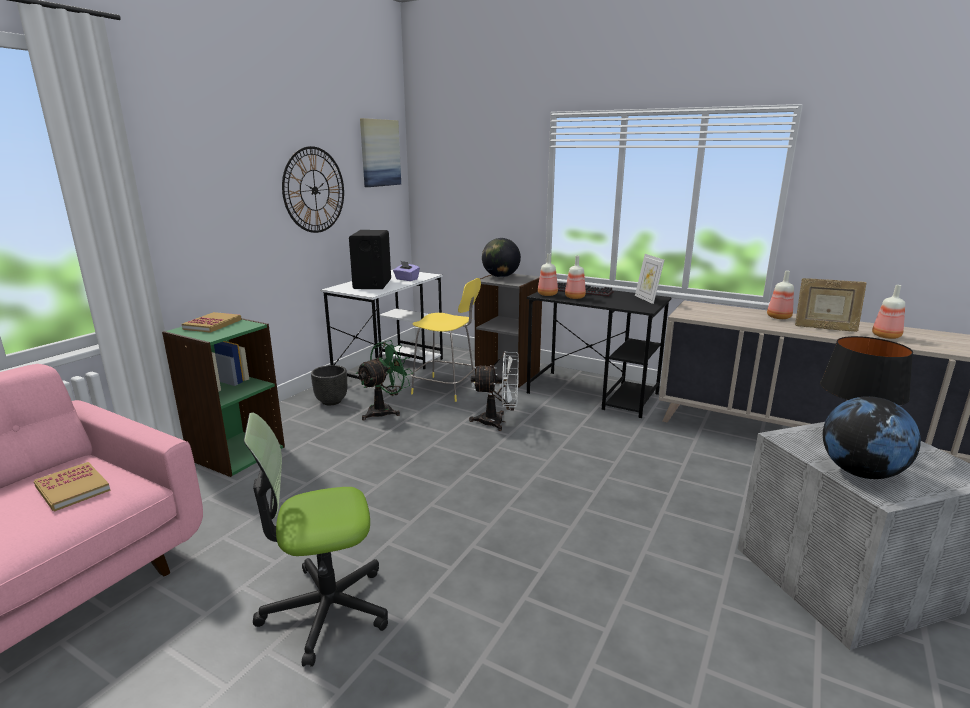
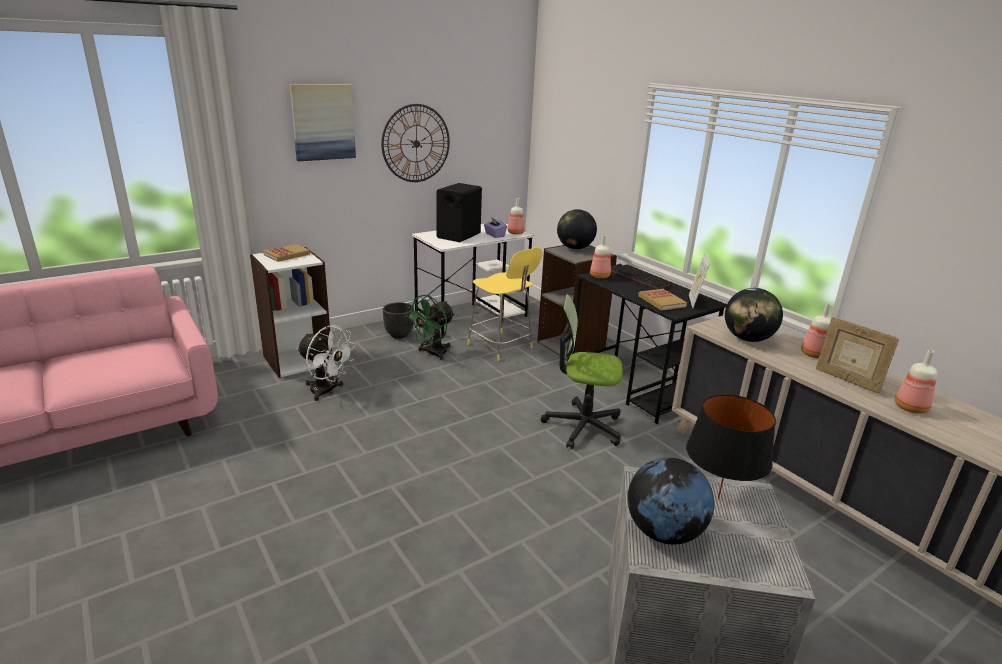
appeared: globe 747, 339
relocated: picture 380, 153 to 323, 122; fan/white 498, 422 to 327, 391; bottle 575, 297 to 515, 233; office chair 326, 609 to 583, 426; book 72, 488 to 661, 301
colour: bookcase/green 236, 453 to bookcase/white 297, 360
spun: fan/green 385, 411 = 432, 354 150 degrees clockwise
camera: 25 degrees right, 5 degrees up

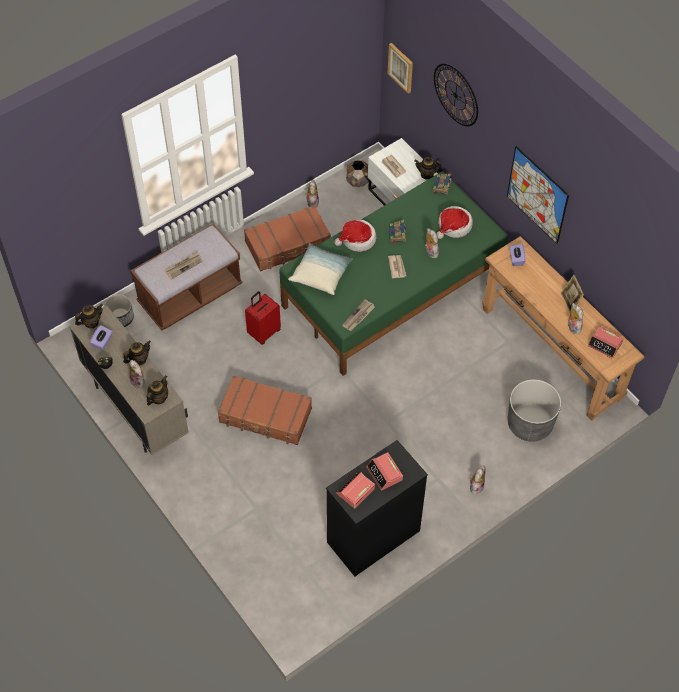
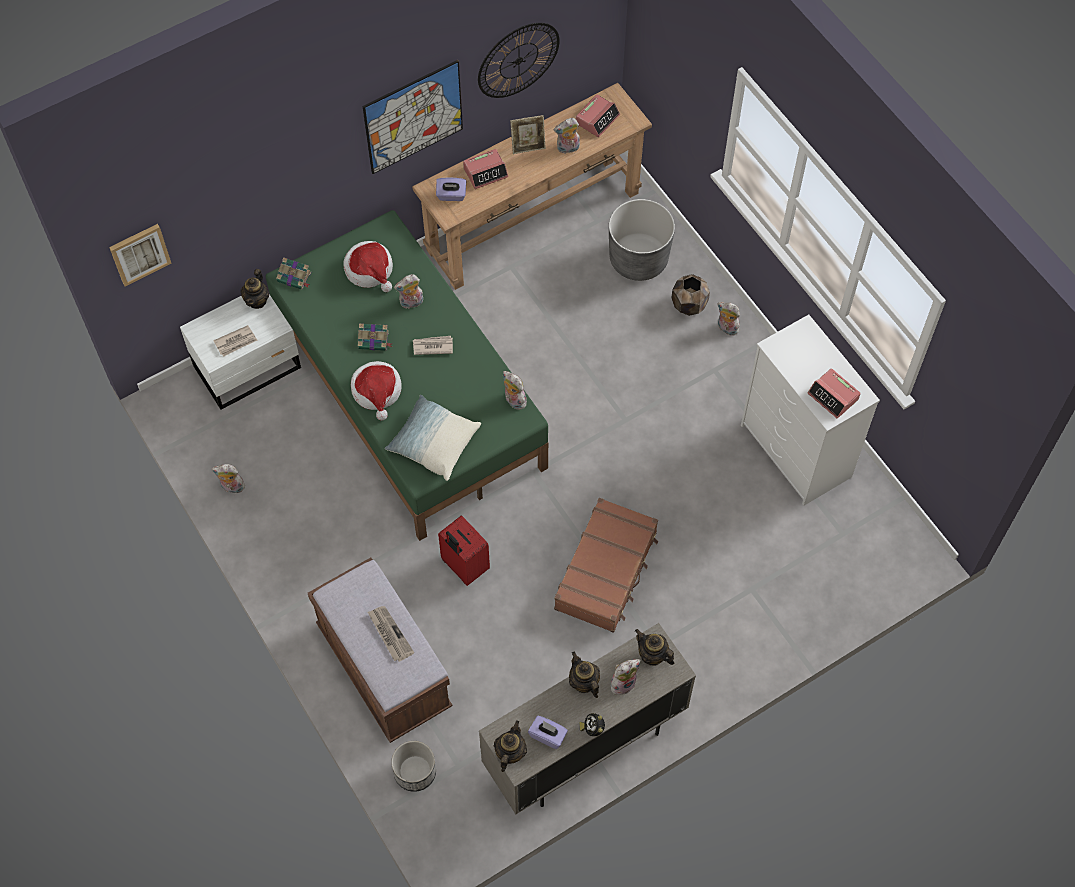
missing: suitcase/brown 288, 244
relocated: alarm clock 384, 473 to 485, 172; wall clock 455, 94 to 518, 60; planter/brown 358, 181 to 689, 304
exchanged: newspaper 358, 316 to plush toy 513, 400
colour: dresser/black 373, 537 to dresser/white 796, 451
spun: teapot 91, 322 = 510, 753 45 degrees clockwise
camera: 85 degrees left, 5 degrees up

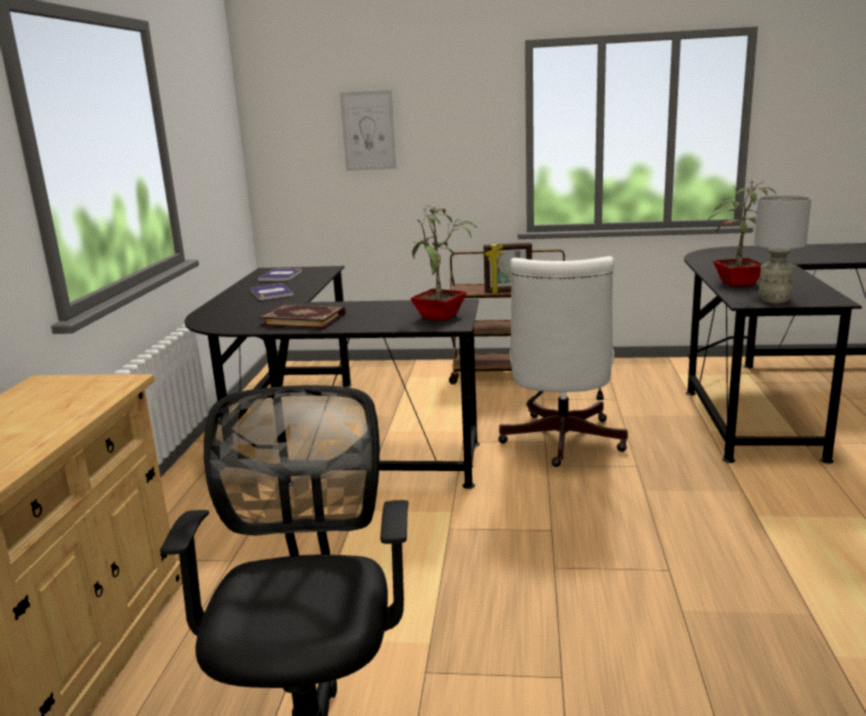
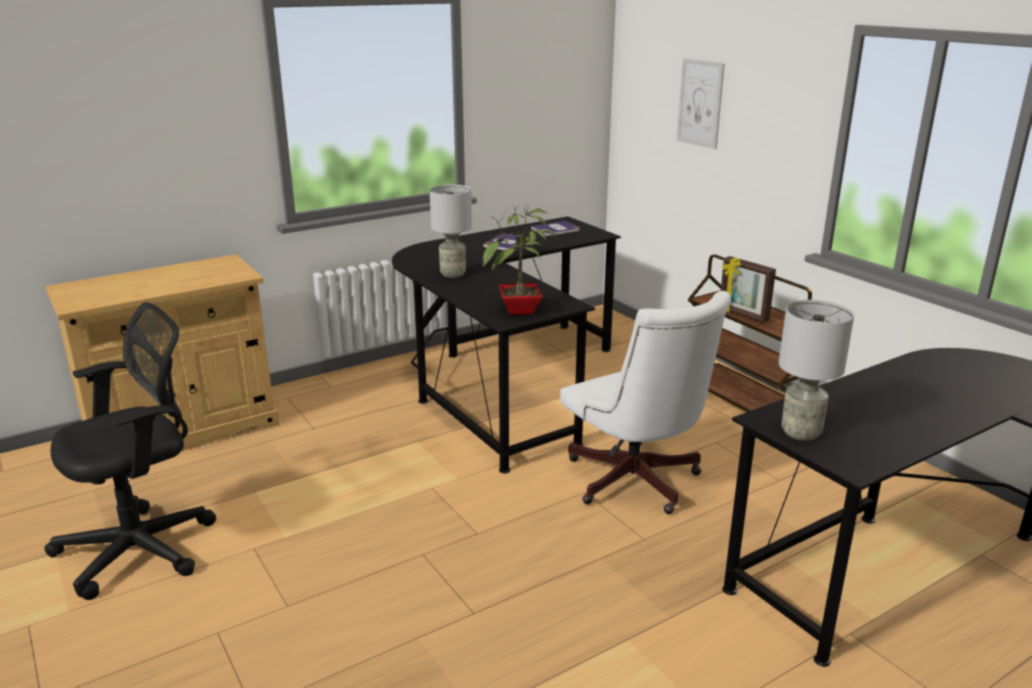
missing: potted plant 735, 284
exchanged: book 304, 320 to table lamp/grey 453, 274
spun: office chair/white 560, 443 = 636, 484 90 degrees counterclockwise
camera: 50 degrees right, 5 degrees up

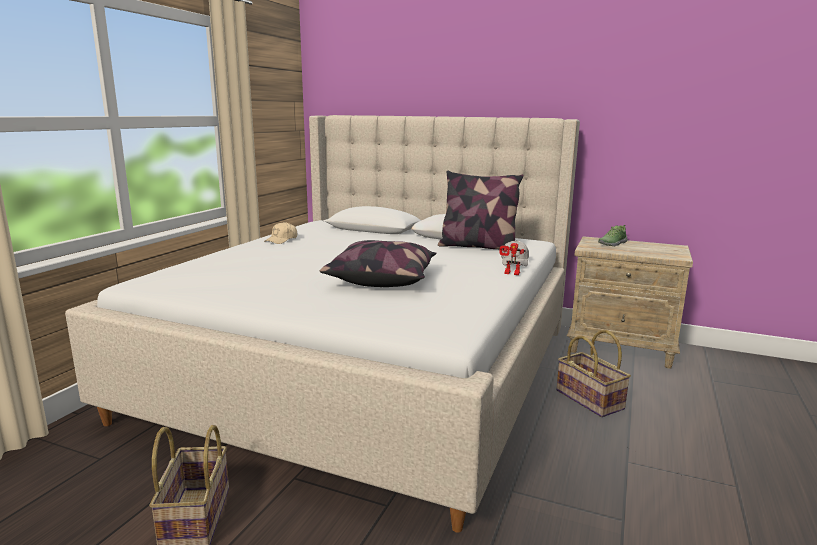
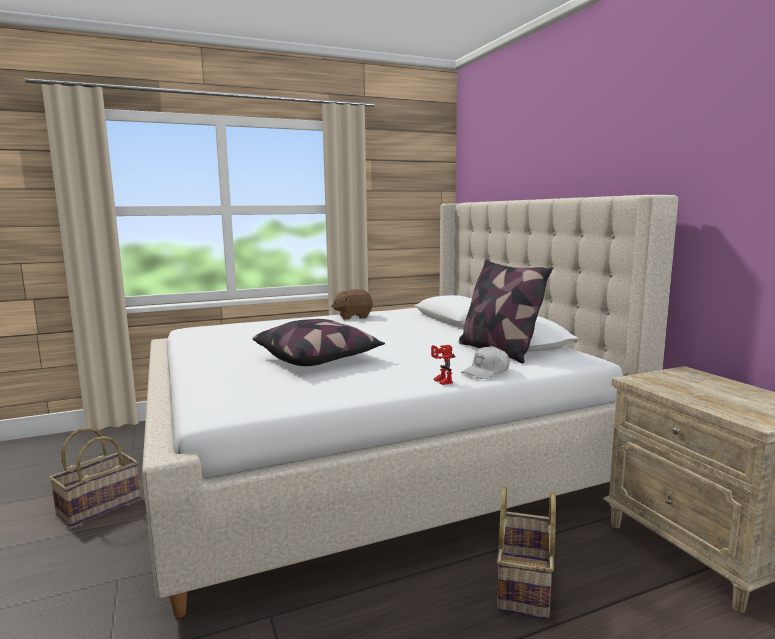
missing: shoe 612, 243
exchanged: cap/beige 281, 240 to plush toy/brown 353, 317
camera: 45 degrees right, 5 degrees down

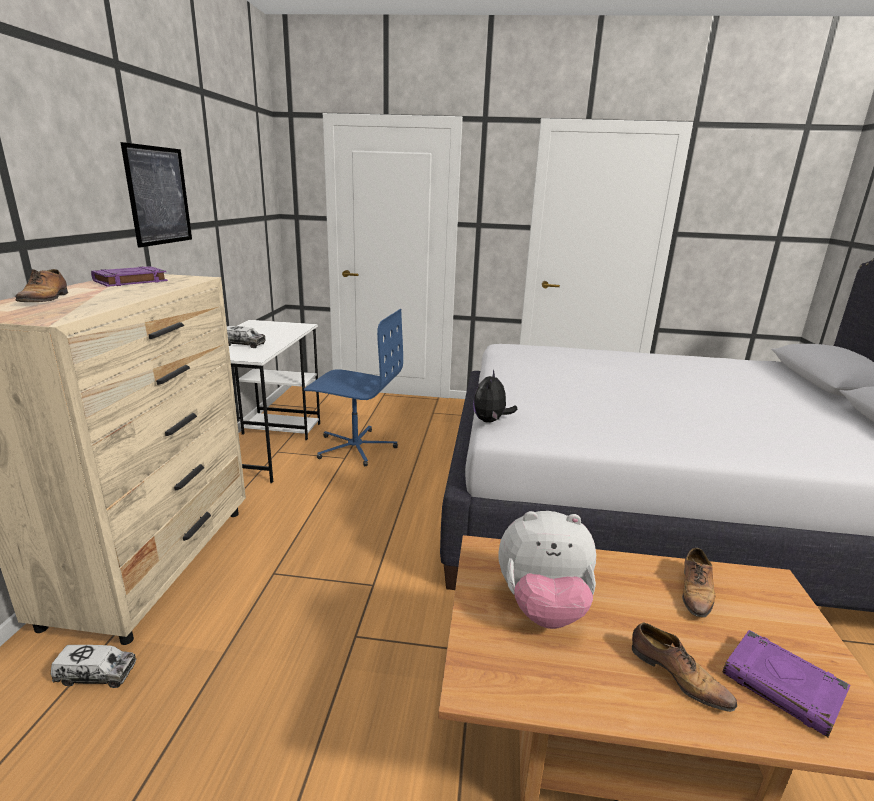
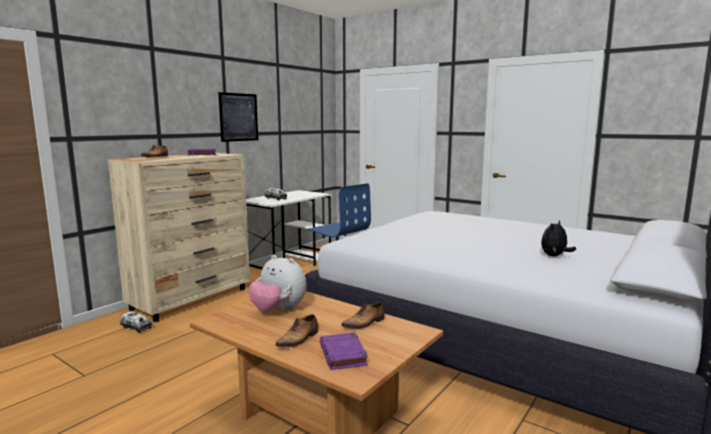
relocated: plush toy 490, 421 to 554, 256
spun: shoe 676, 675 = 299, 339 45 degrees clockwise
camera: 30 degrees right, 10 degrees down

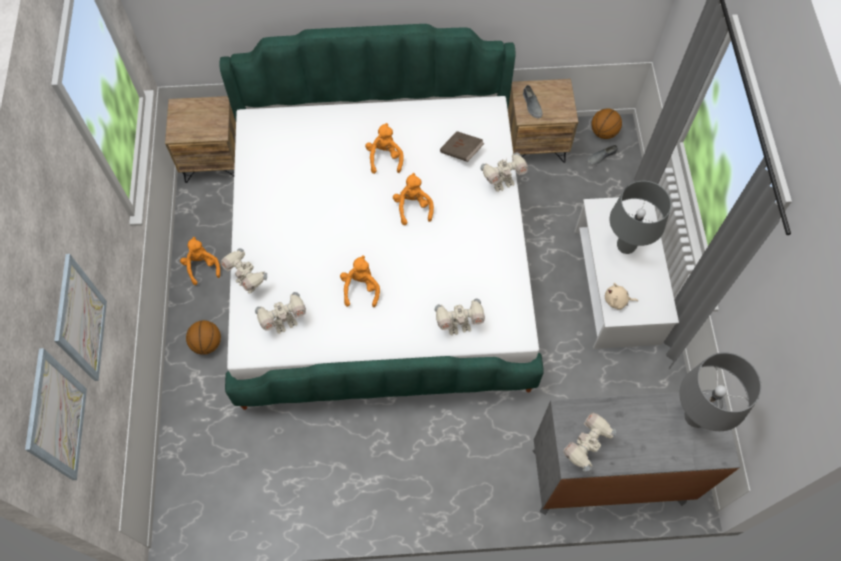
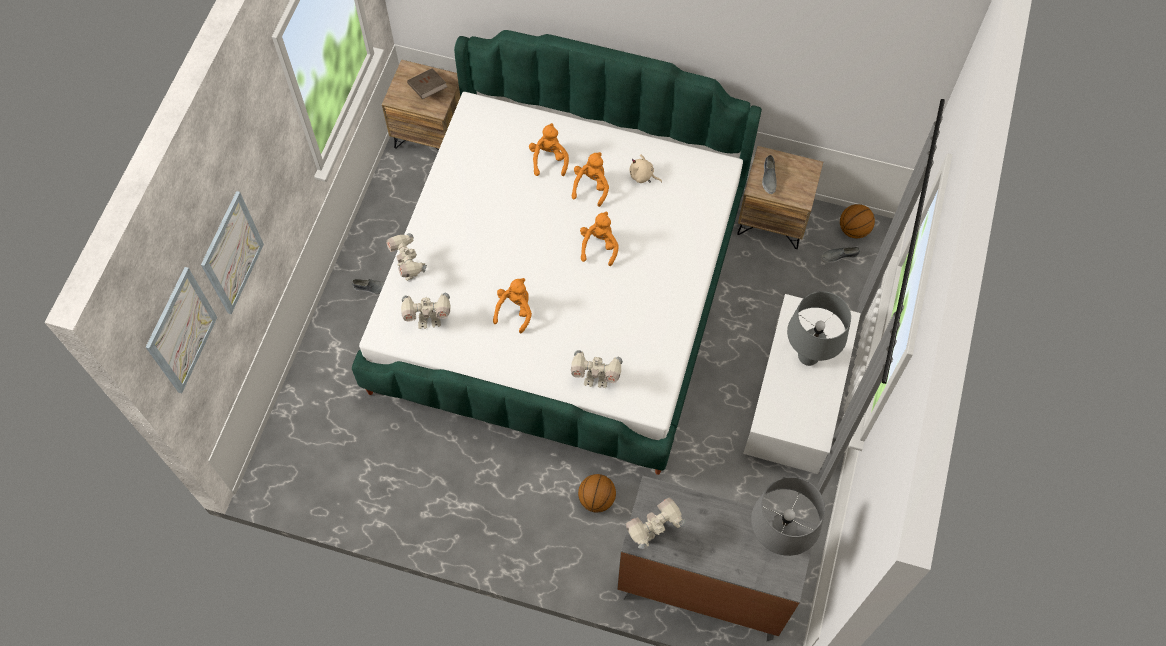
missing: toy robot 502, 183
appeared: shoe/grey 372, 288
relocated: book/brown 461, 152 to 428, 89; plush toy/orange 202, 266 to 549, 159; basketball 207, 343 to 596, 499; plush toy/beige 617, 300 to 643, 176
camera: 20 degrees right, 0 degrees up

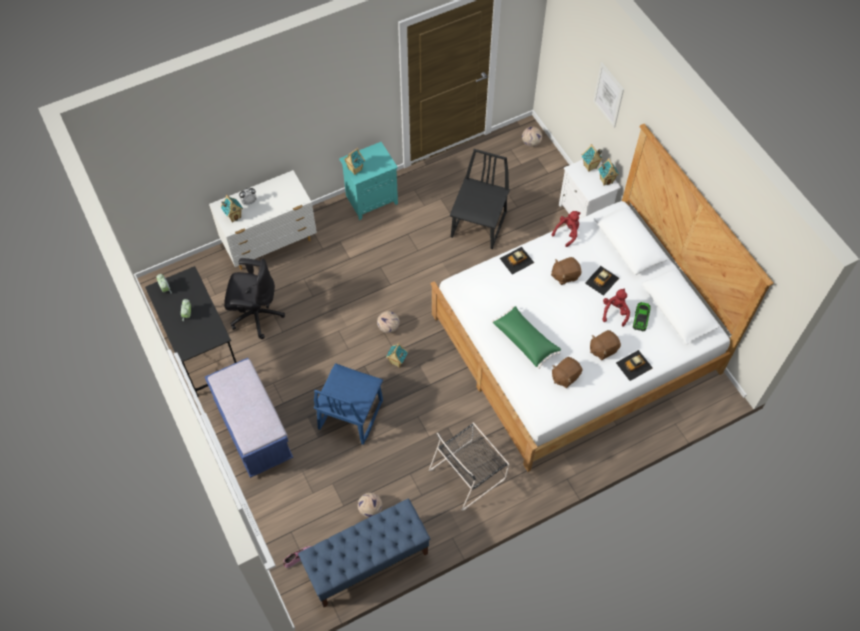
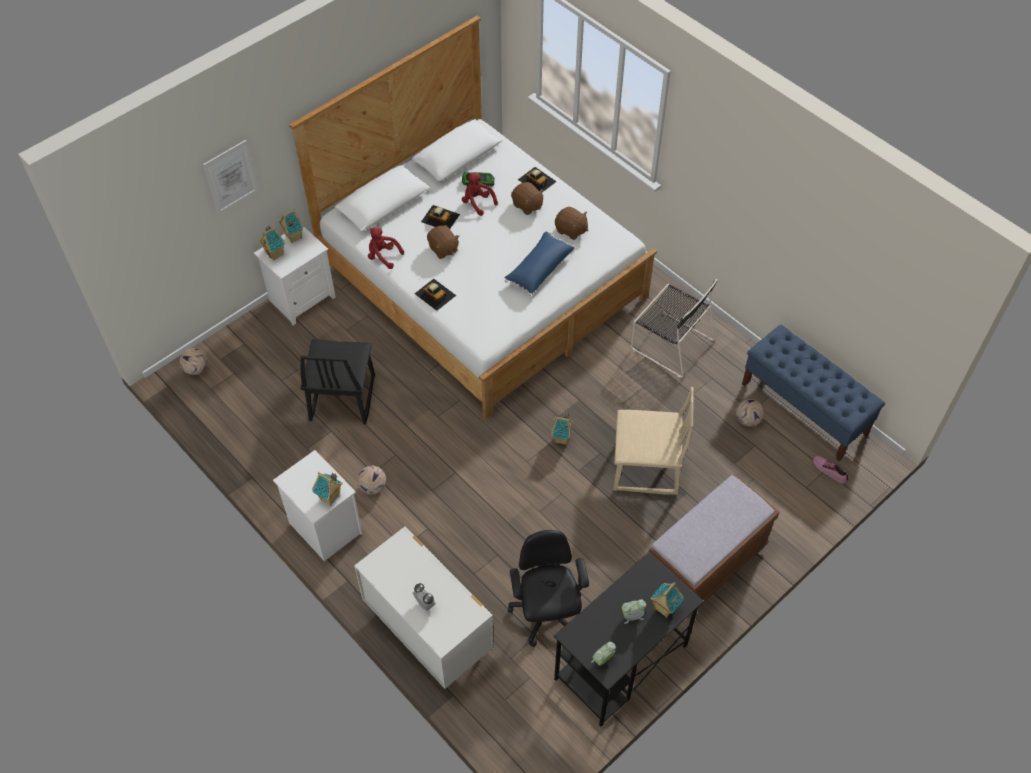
relocated: football 388, 327 to 372, 487; toy house 234, 216 to 664, 608
colour: nightstand/turquoise 371, 199 to nightstand/white 324, 528; pillow/green 525, 340 to pillow/blue 538, 269; chair/blue 350, 414 to chair/beige 646, 468; bench/blue 253, 430 to bench/brown 705, 564
spun: chair/black 479, 225 = 341, 398 90 degrees counterclockwise; plush toy/red 615, 312 = 477, 203 45 degrees clockwise
camera: 105 degrees left, 5 degrees down

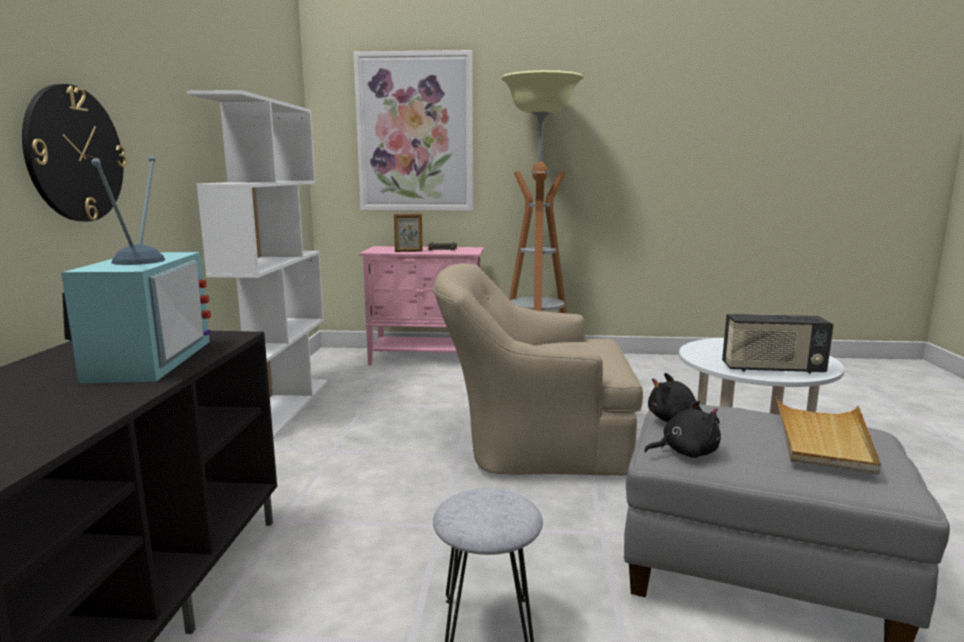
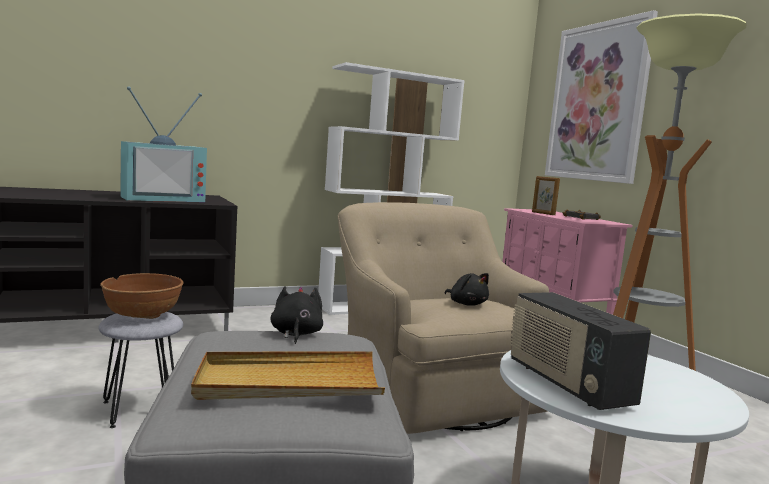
missing: wall clock 75, 154
appeared: bowl/brown 142, 315
relocated: plush toy/black 685, 452 to 467, 304
camera: 60 degrees right, 5 degrees down

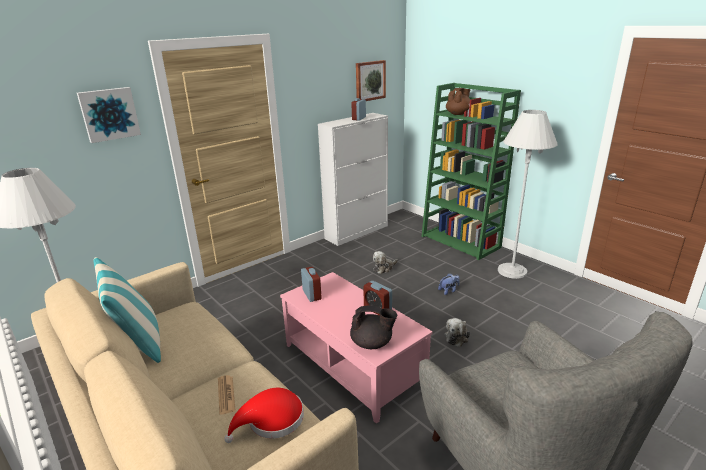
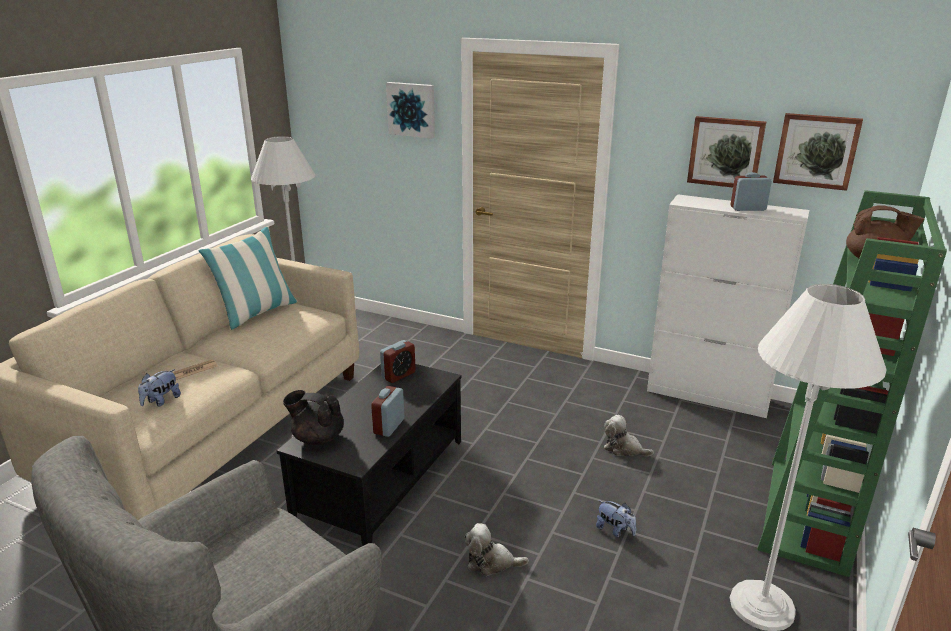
appeared: picture 725, 152
exchanged: hat/red 271, 420 to plush toy 161, 401
colour: coffee table/pink 351, 365 to coffee table/black 380, 479
spun: teapot/black 372, 343 = 317, 438 120 degrees clockwise
camera: 65 degrees right, 0 degrees up

